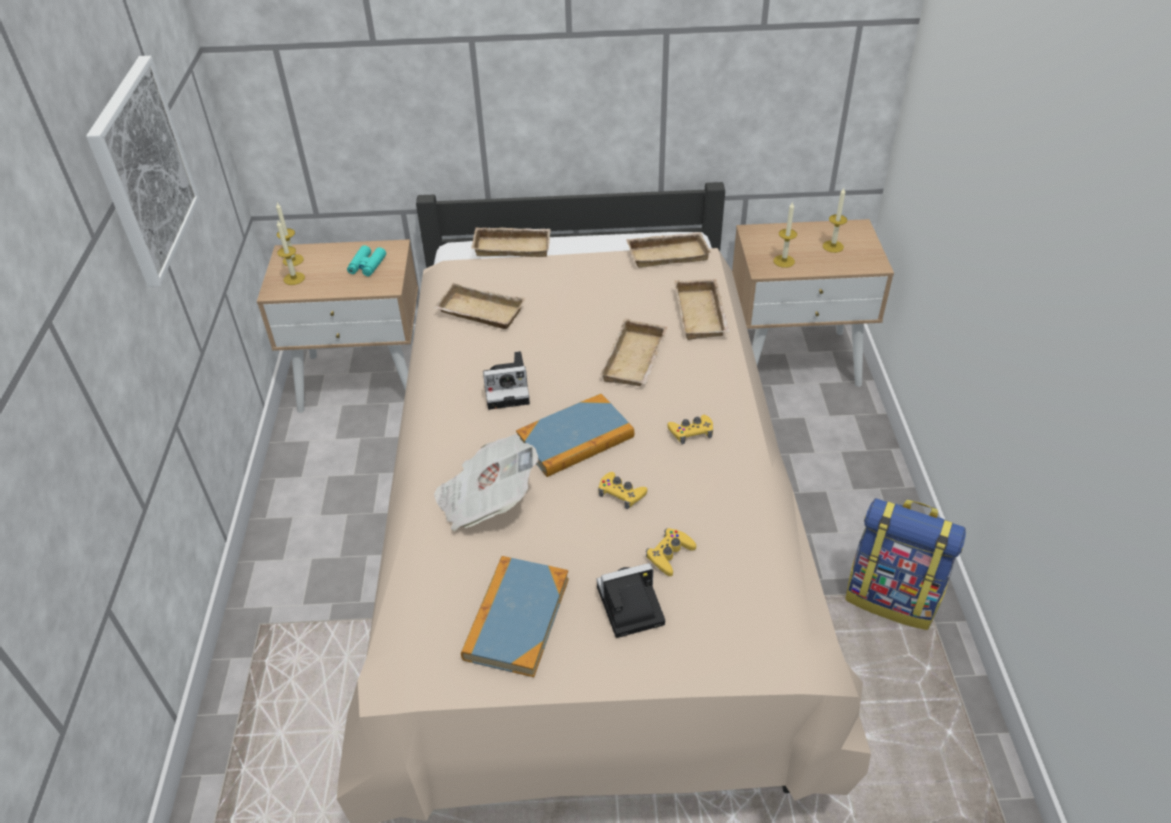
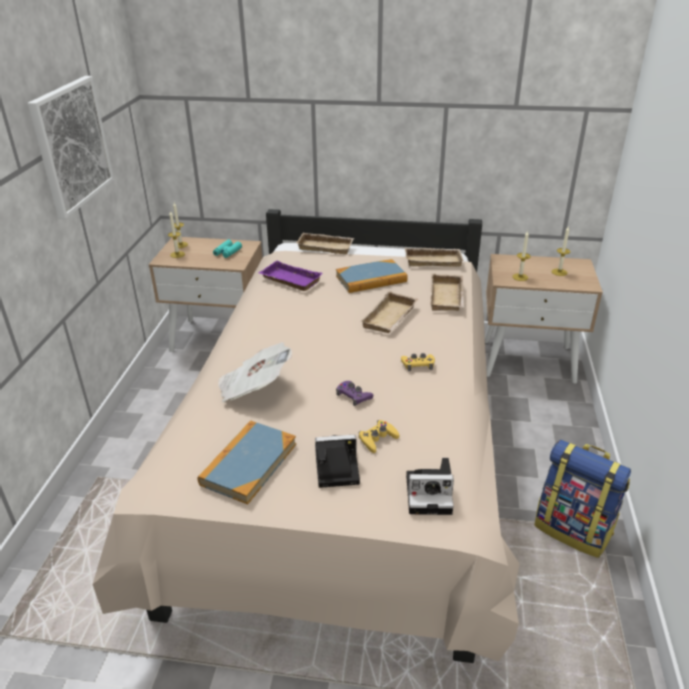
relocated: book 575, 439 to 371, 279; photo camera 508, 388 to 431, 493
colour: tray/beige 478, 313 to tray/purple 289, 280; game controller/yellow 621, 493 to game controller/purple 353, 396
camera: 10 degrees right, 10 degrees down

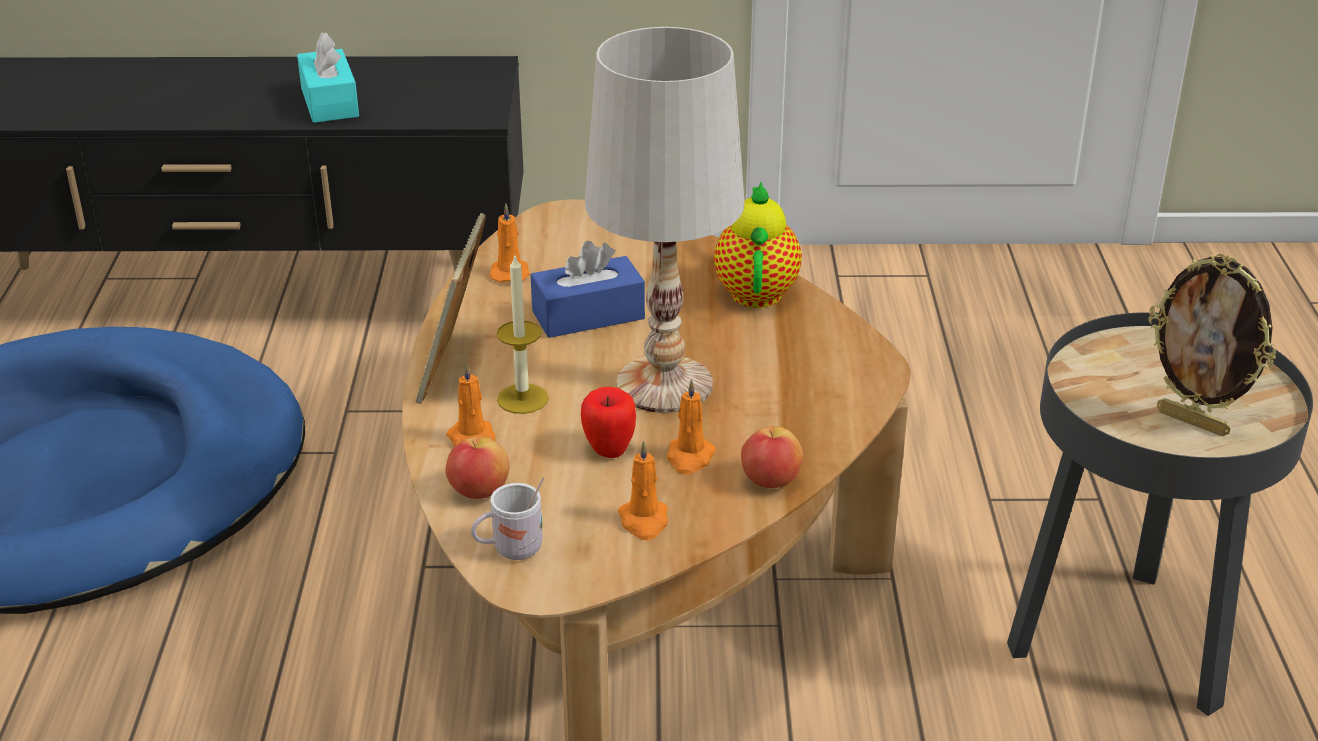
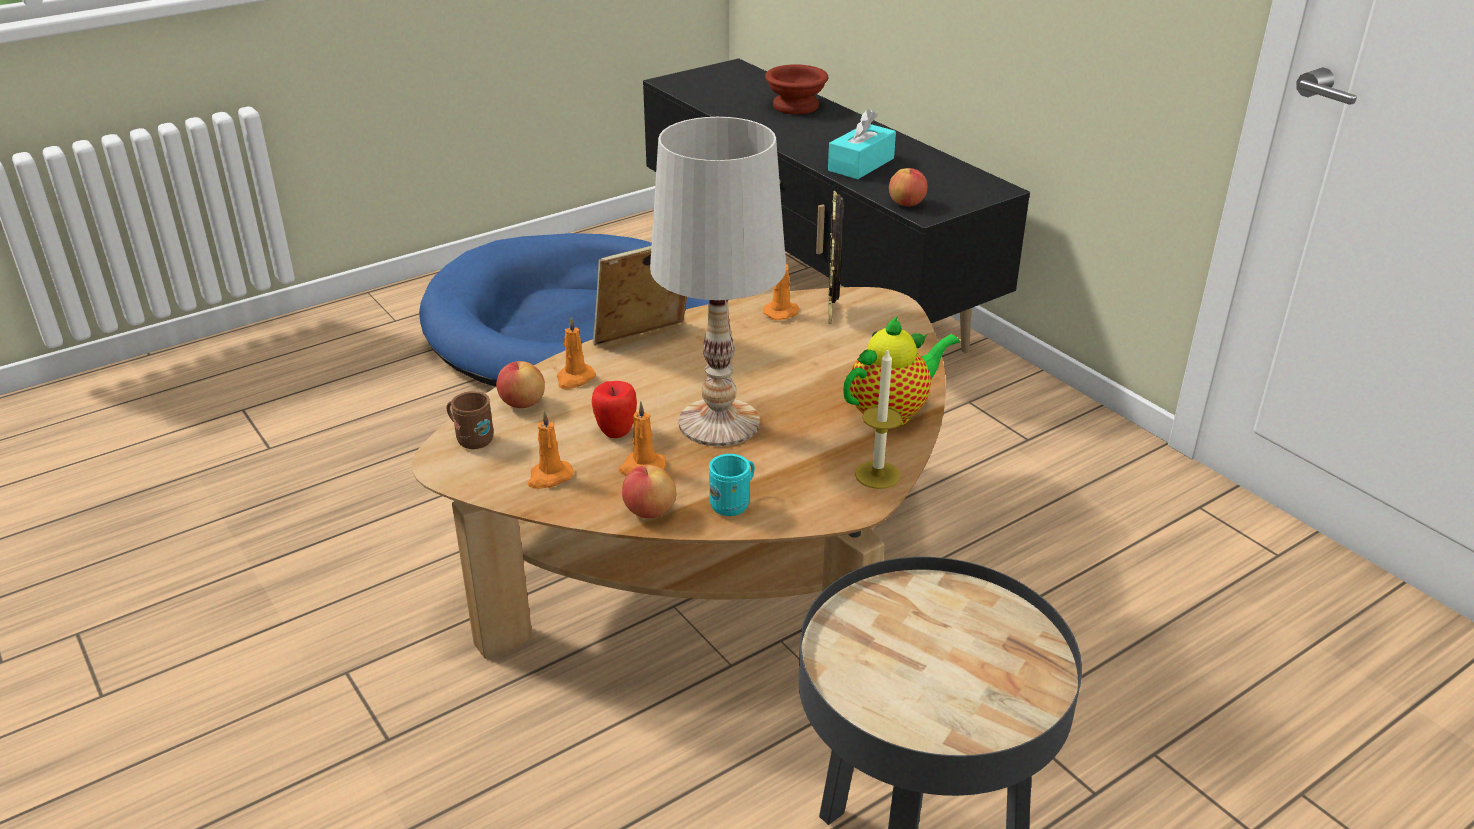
missing: tissue box/blue 588, 315
appeared: mug/turquoise 733, 504; bowl/brown 794, 107; apple 907, 204
relocated: picture frame 1193, 422 to 832, 313; candle 522, 399 to 877, 475
colour: mug/white 510, 550 to mug/brown 471, 439
camera: 55 degrees right, 0 degrees up

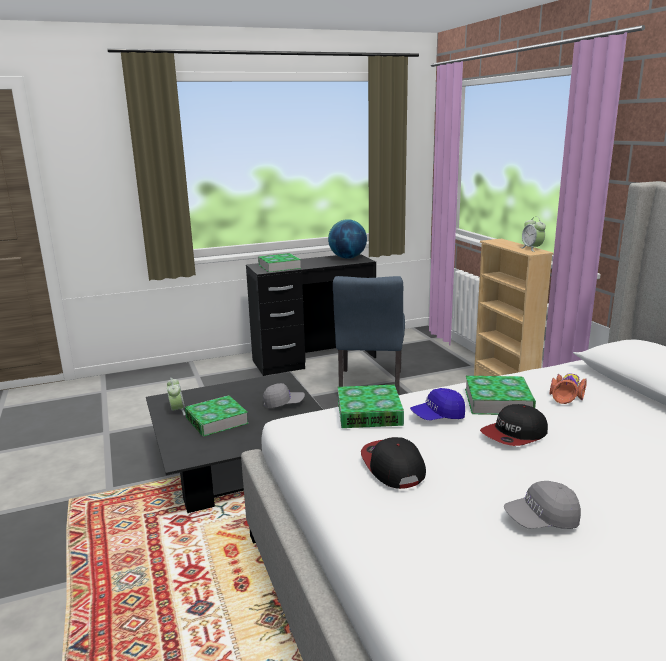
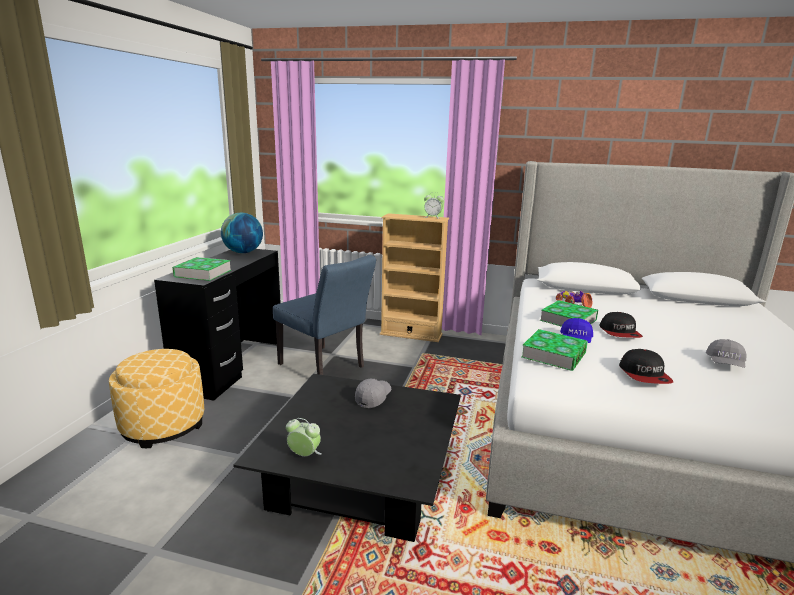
missing: book 216, 420
appeared: ottoman 163, 425
spun: cap 392, 466 = 644, 375 105 degrees counterclockwise
camera: 55 degrees left, 0 degrees up

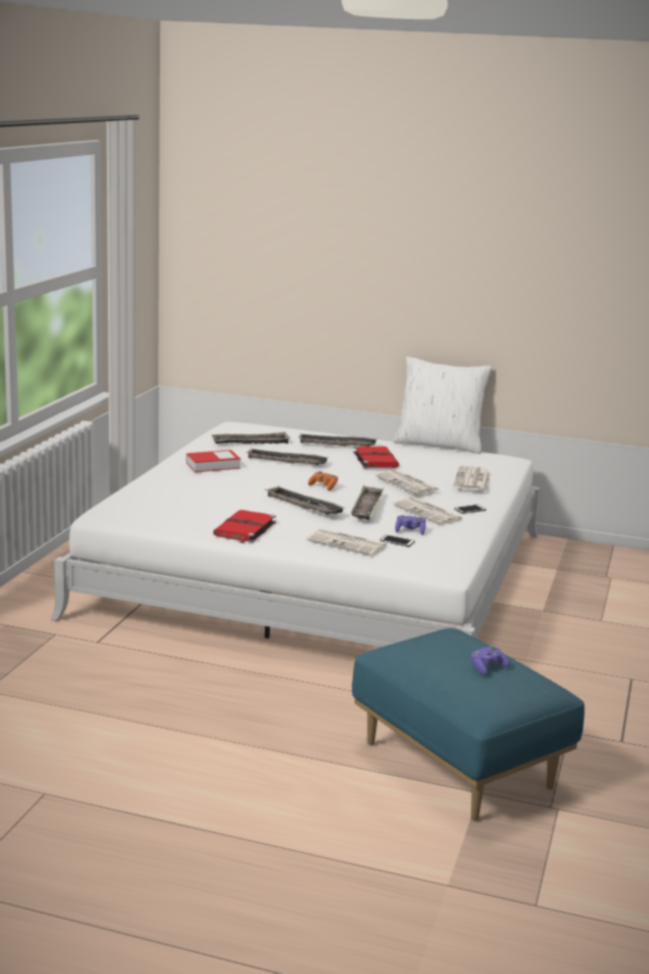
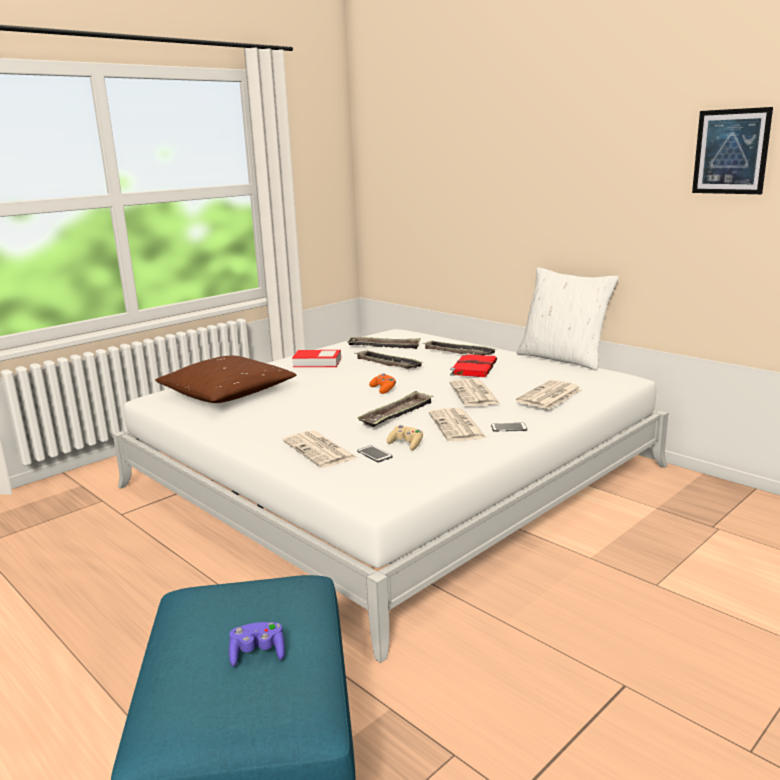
missing: book/red 244, 529; tray 304, 505
appeared: pillow/brown 228, 394; picture 731, 152
colour: game controller/purple 410, 531 to game controller/beige 406, 444
camera: 30 degrees right, 0 degrees up

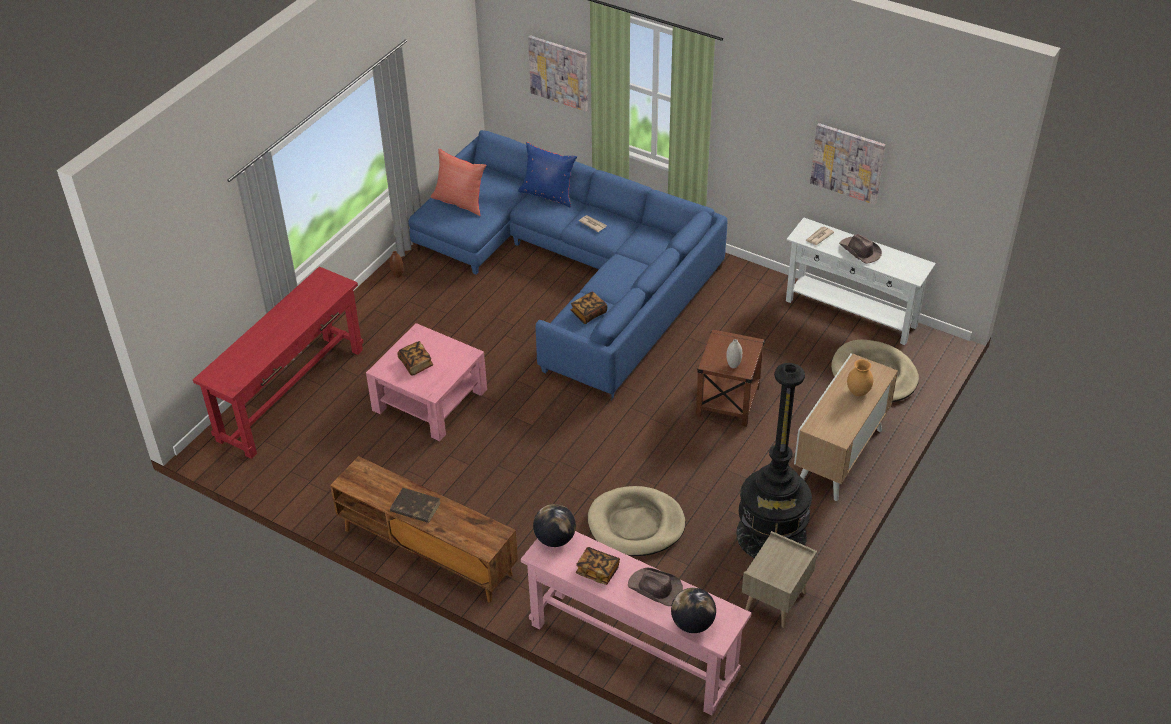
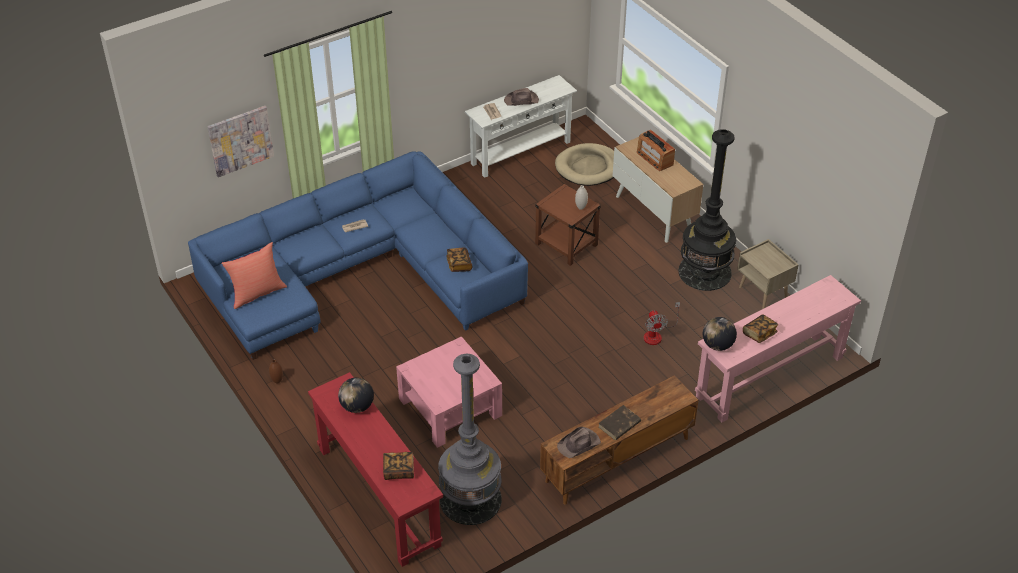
missing: pillow/blue 548, 195; picture 847, 163
appeared: floor lamp/grey 470, 499
relocated: globe 692, 623 to 357, 406; book 416, 364 to 399, 471; hat/brown 655, 588 to 579, 444
exchanged: vase/brown 858, 392 to radio 654, 158; dog bed/beige 636, 524 to fan 656, 334
camera: 65 degrees left, 0 degrees up

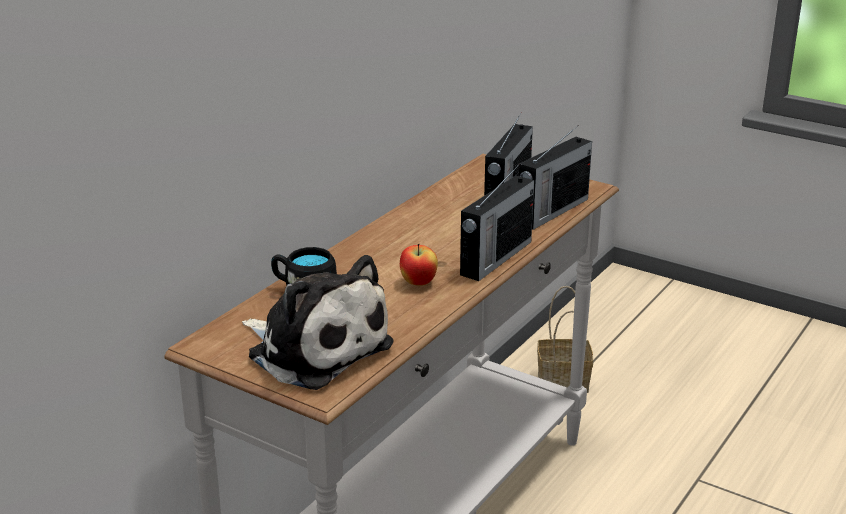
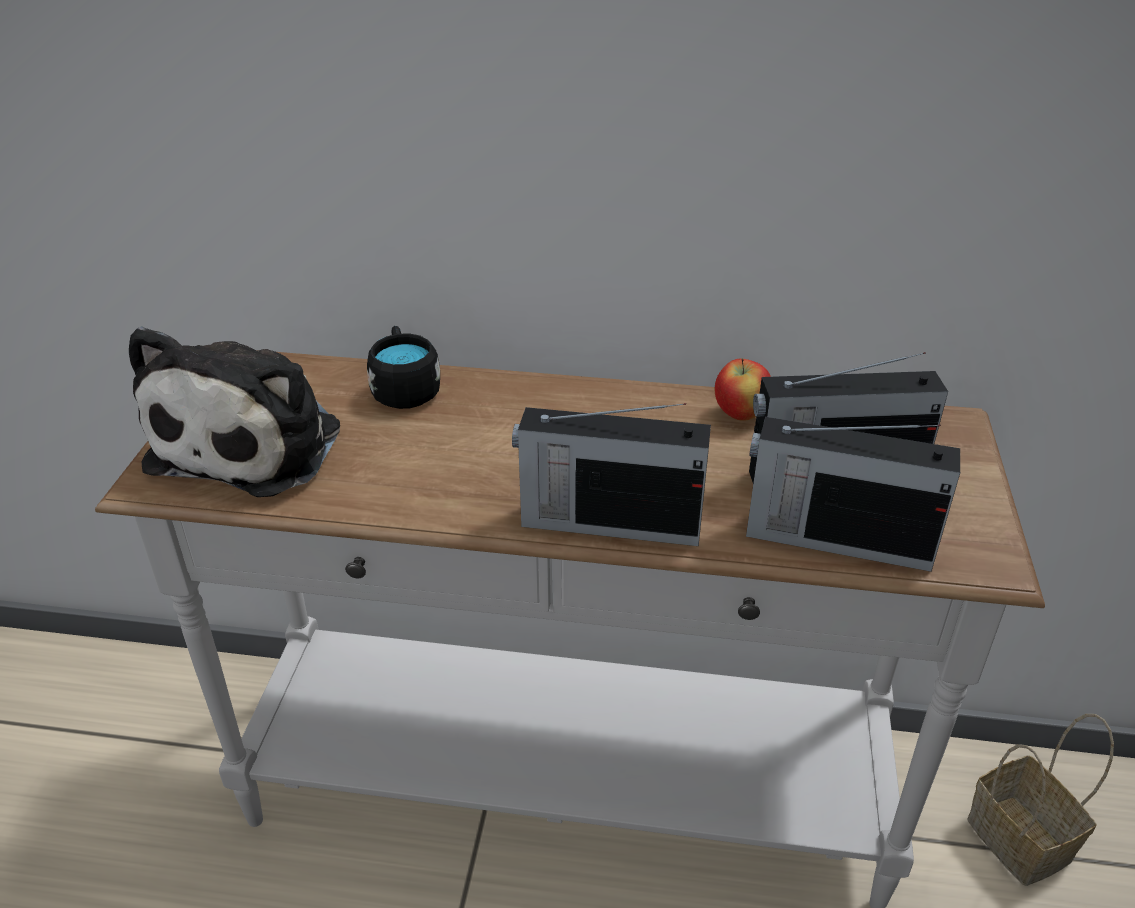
relocated: apple 418, 283 to 740, 414
camera: 65 degrees right, 10 degrees up

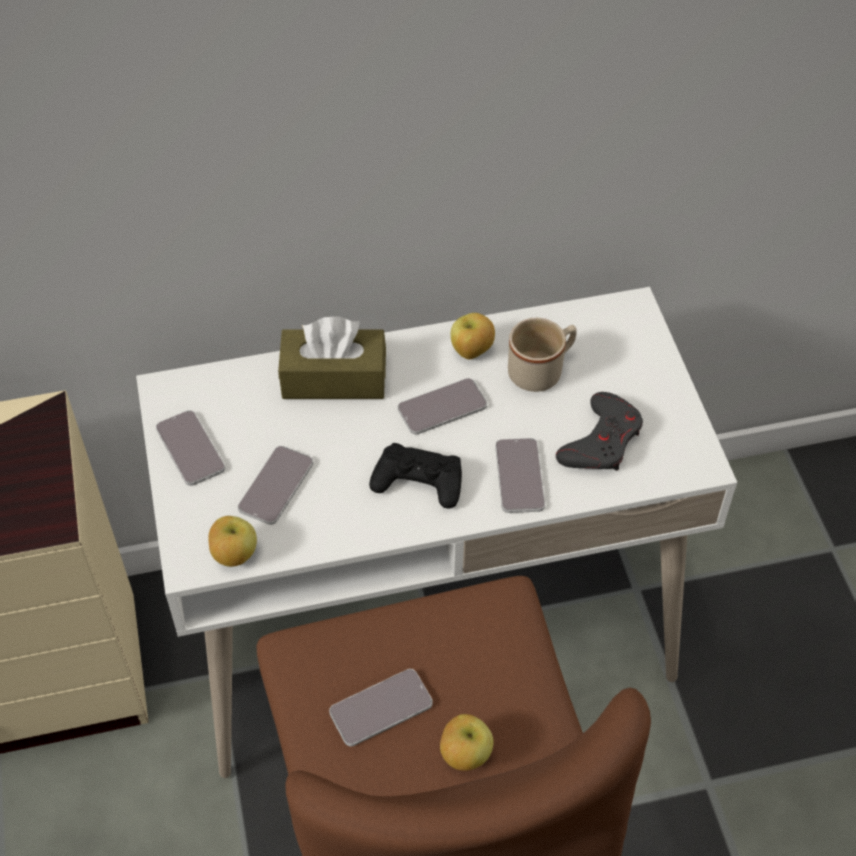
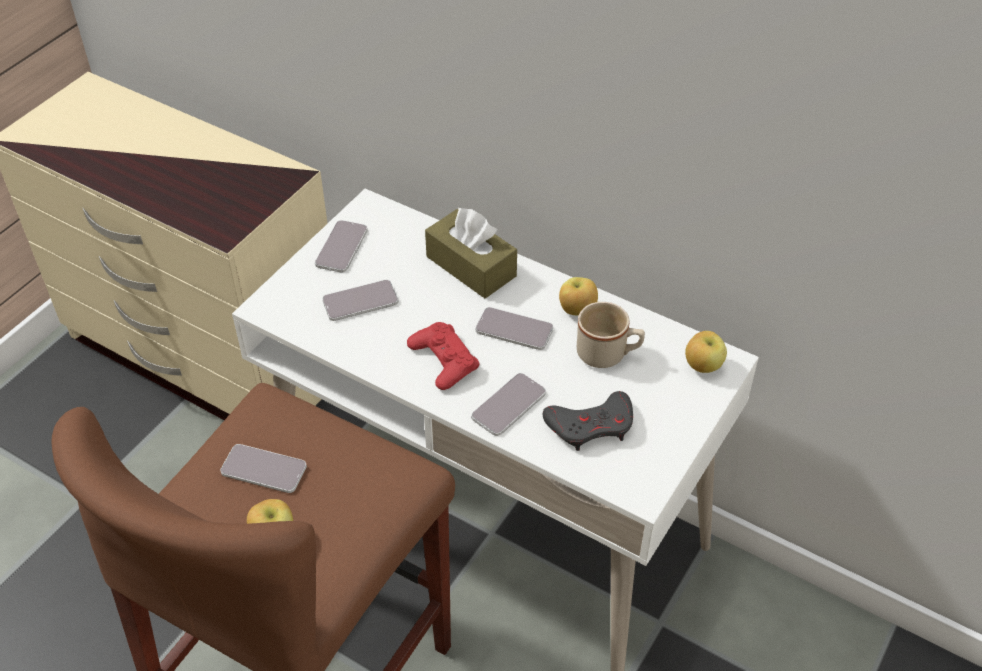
relocated: apple 234, 555 to 702, 366
colour: game controller/black 418, 481 to game controller/red 443, 360
camera: 45 degrees right, 5 degrees down

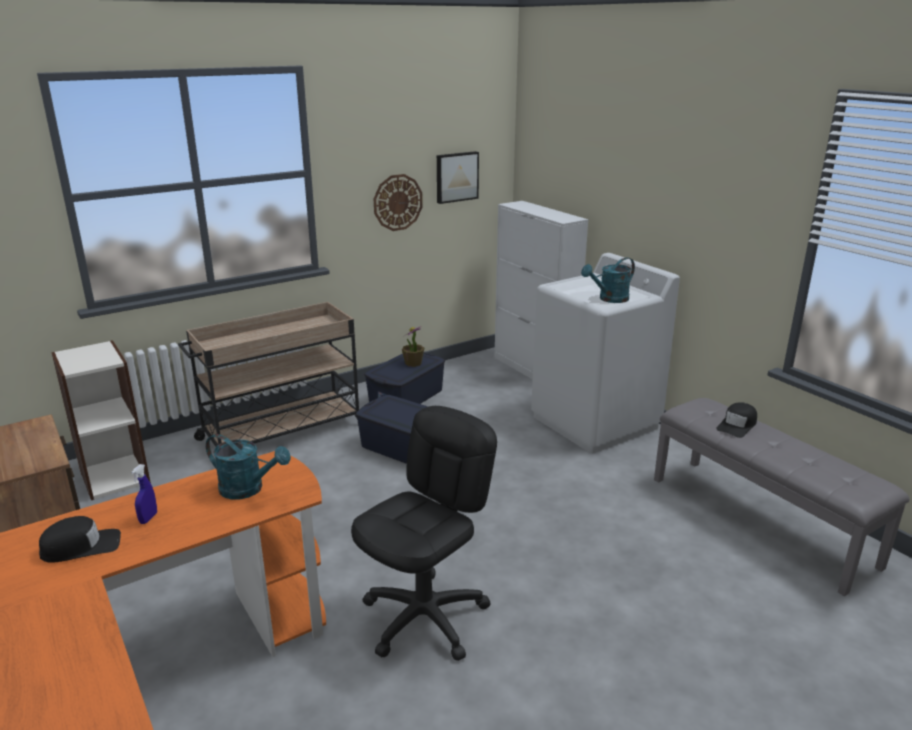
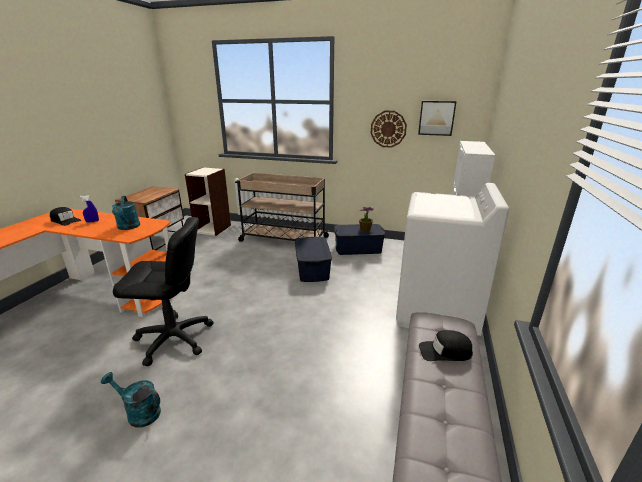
relocated: watering can/turquoise 609, 299 to 139, 412
camera: 50 degrees right, 0 degrees up

